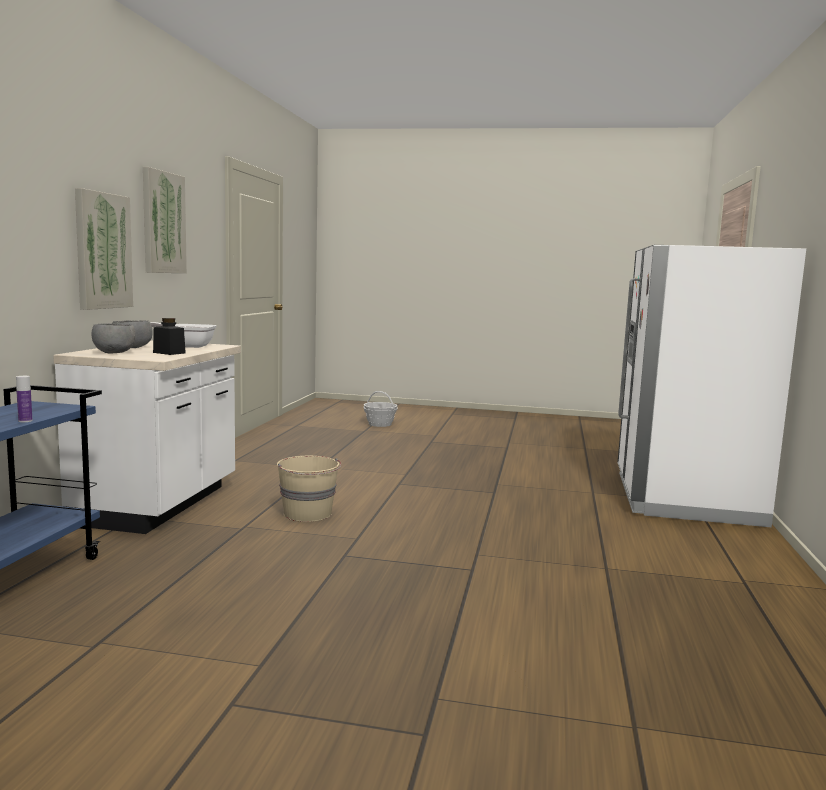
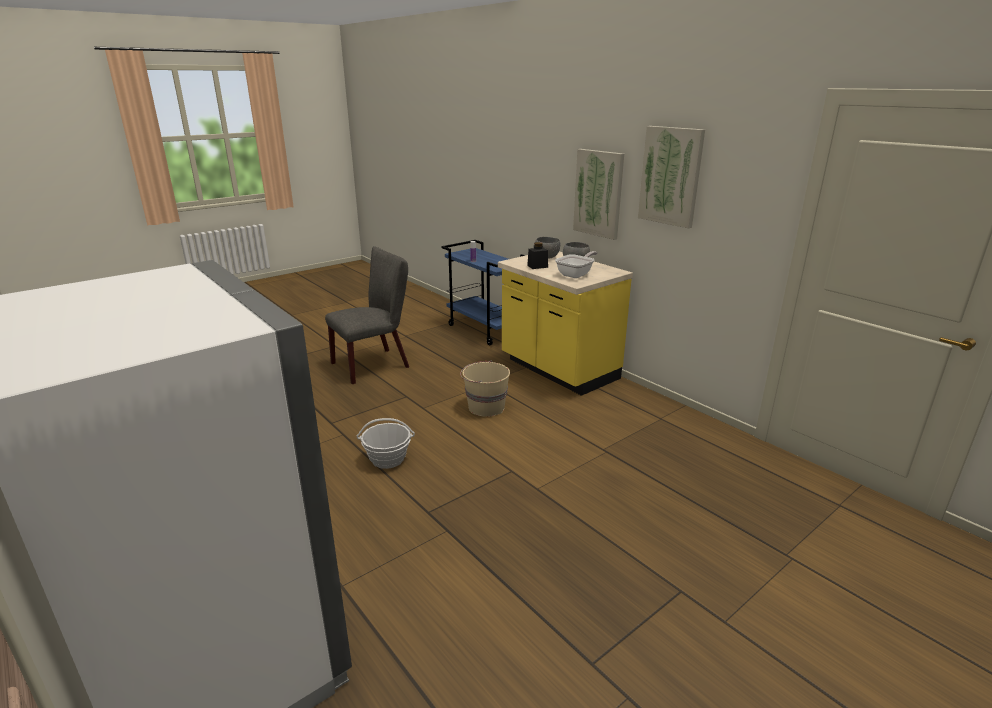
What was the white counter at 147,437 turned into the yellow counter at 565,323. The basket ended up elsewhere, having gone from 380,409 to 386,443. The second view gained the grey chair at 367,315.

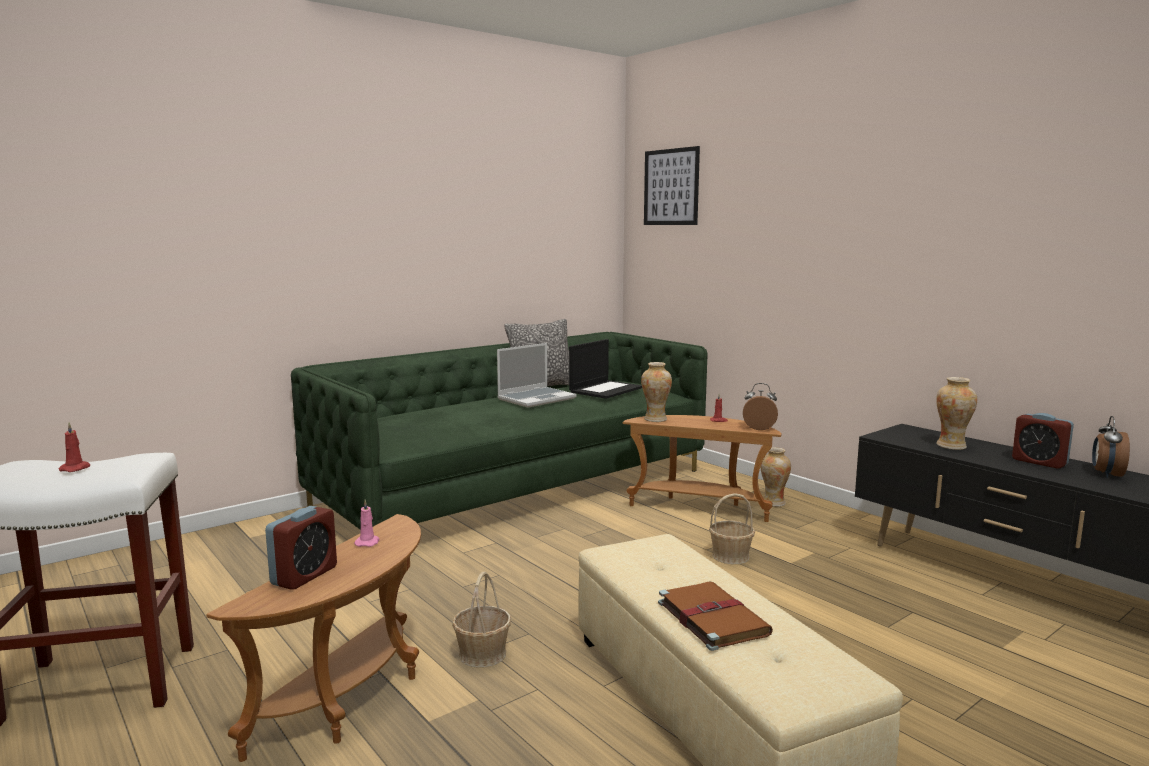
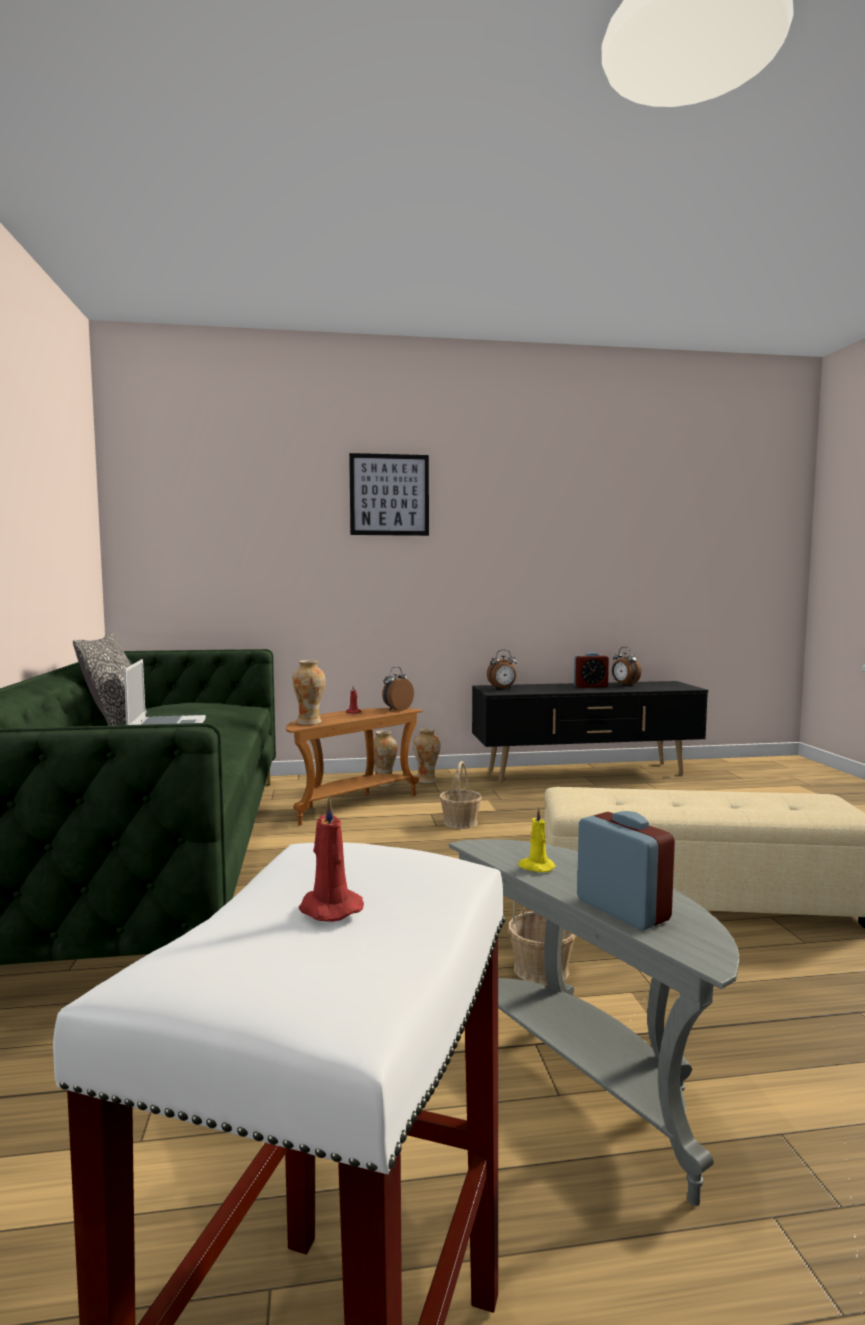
The wall picture ended up elsewhere, having gone from 672,185 to 389,494. The second view lost the laptop at 605,369. The decorative vase ended up elsewhere, having gone from 956,413 to 427,755. What was the pink-coloured wax candle at 367,523 turned into the yellow wax candle at 537,839. What was the brown-coloured accent table at 313,638 turned into the grey accent table at 594,1022. The second view lost the brown-coloured book at 715,616. The second view gained the bedside clock at 502,669.

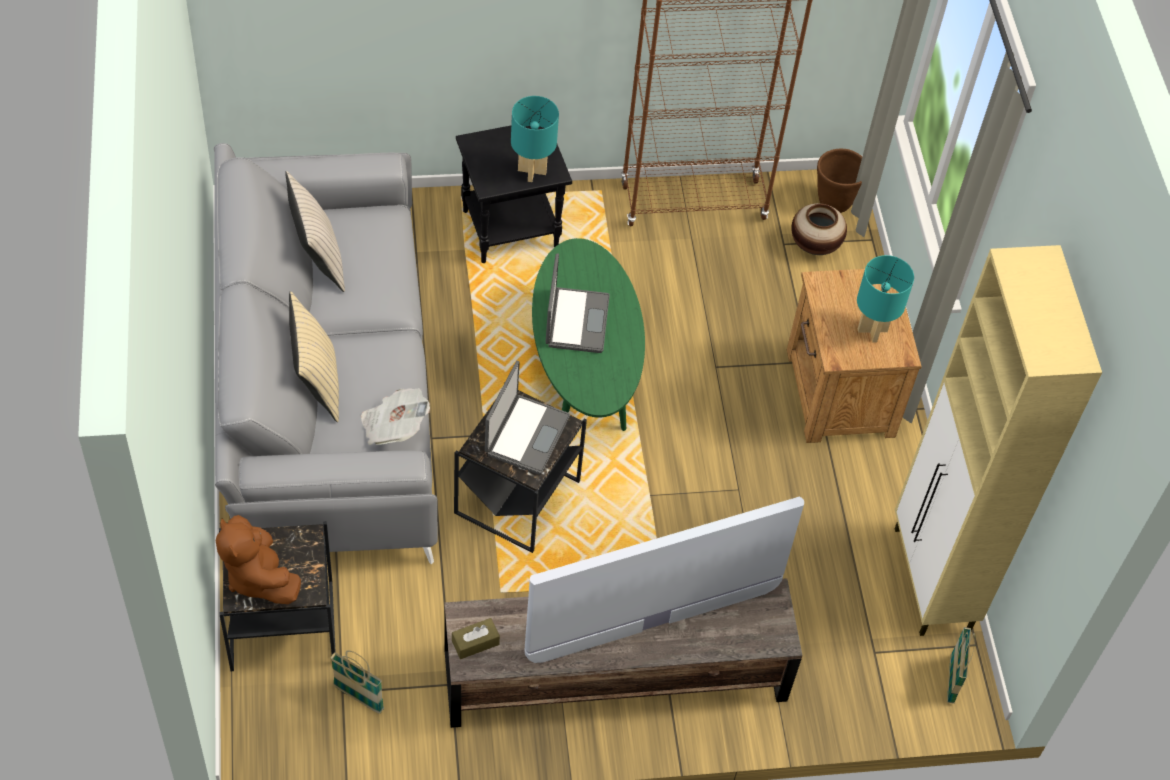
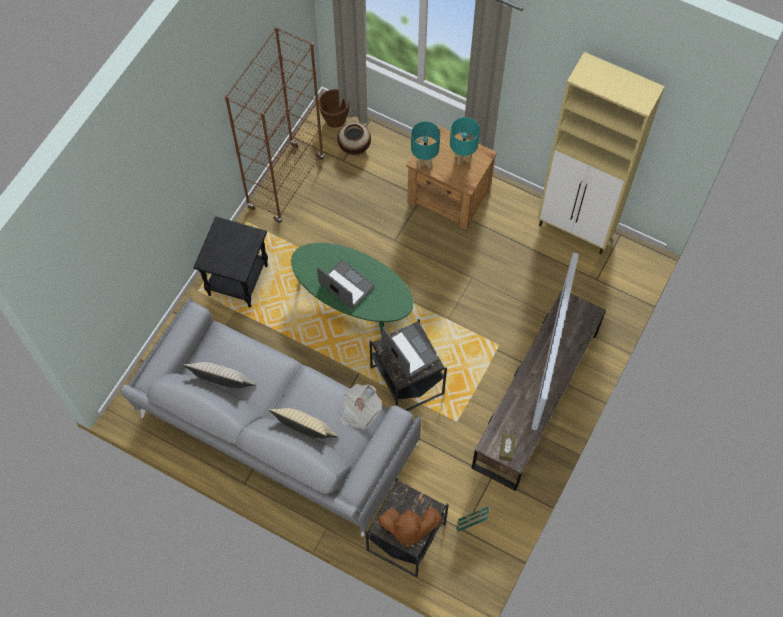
The turquoise-coloured table lamp ended up elsewhere, having gone from 535,139 to 425,145. The second view lost the basket at 961,665.

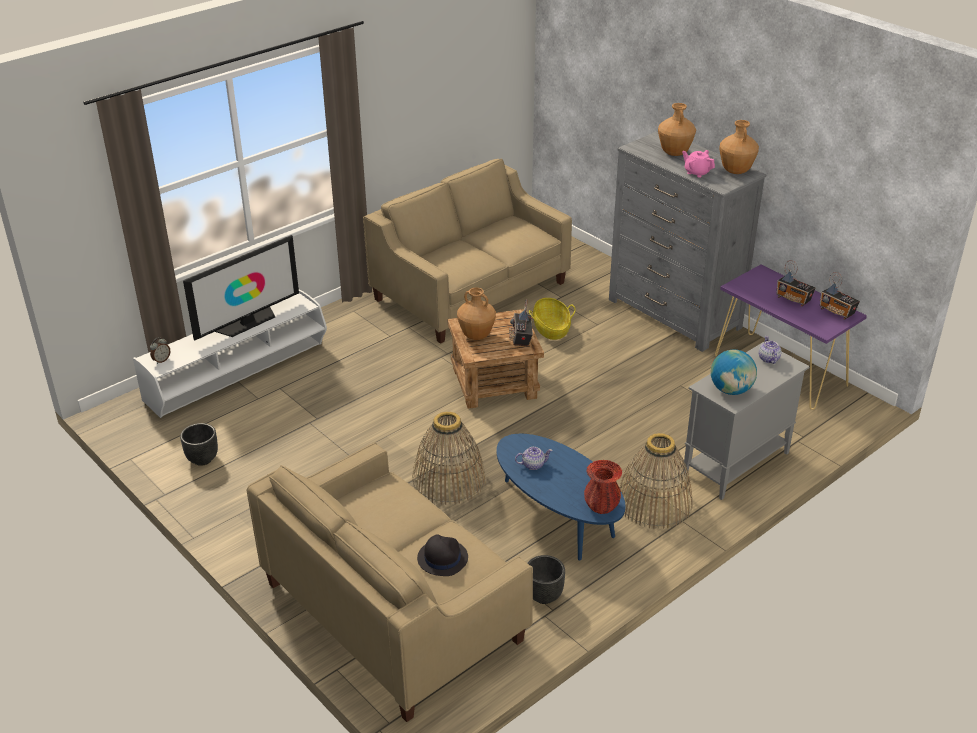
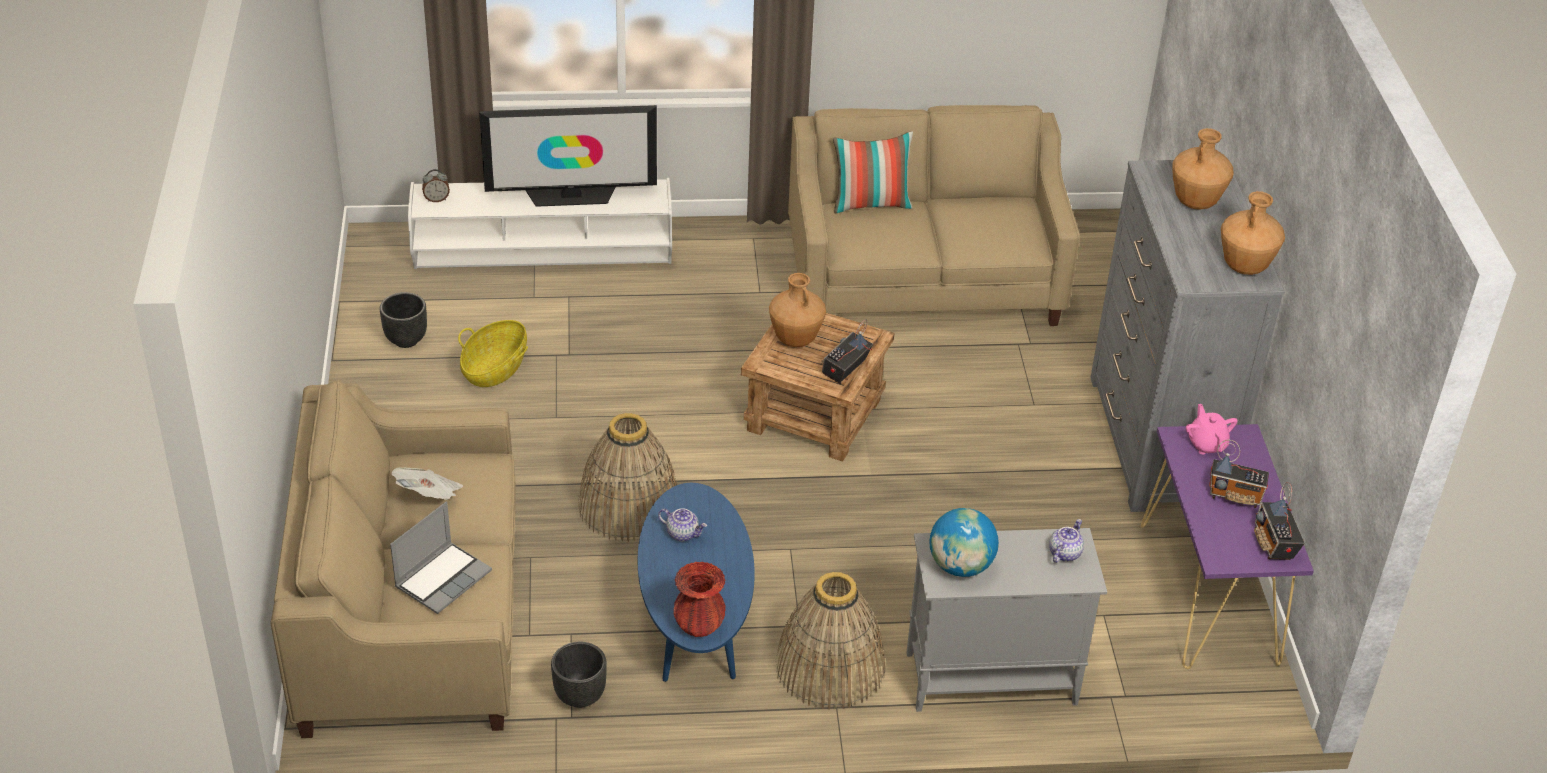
The pink-coloured tea pot ended up elsewhere, having gone from 698,164 to 1212,429. The radio at 796,283 ended up facing another way, 60 degrees counterclockwise from before. The basket ended up elsewhere, having gone from 552,319 to 493,353. Where the blackish hat stood at 442,555, the laptop came to stand at 441,557. The second view gained the pillow at 873,172. The second view gained the printed paper at 427,483.

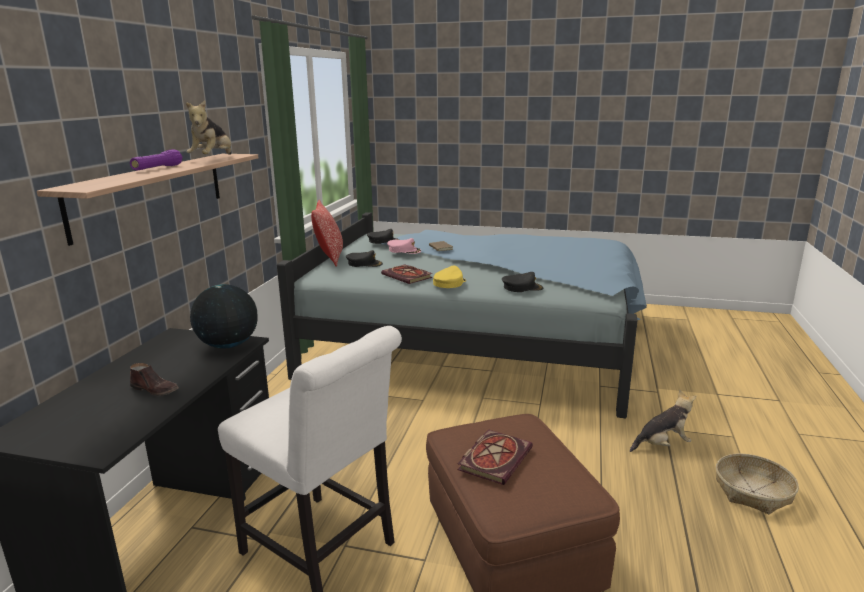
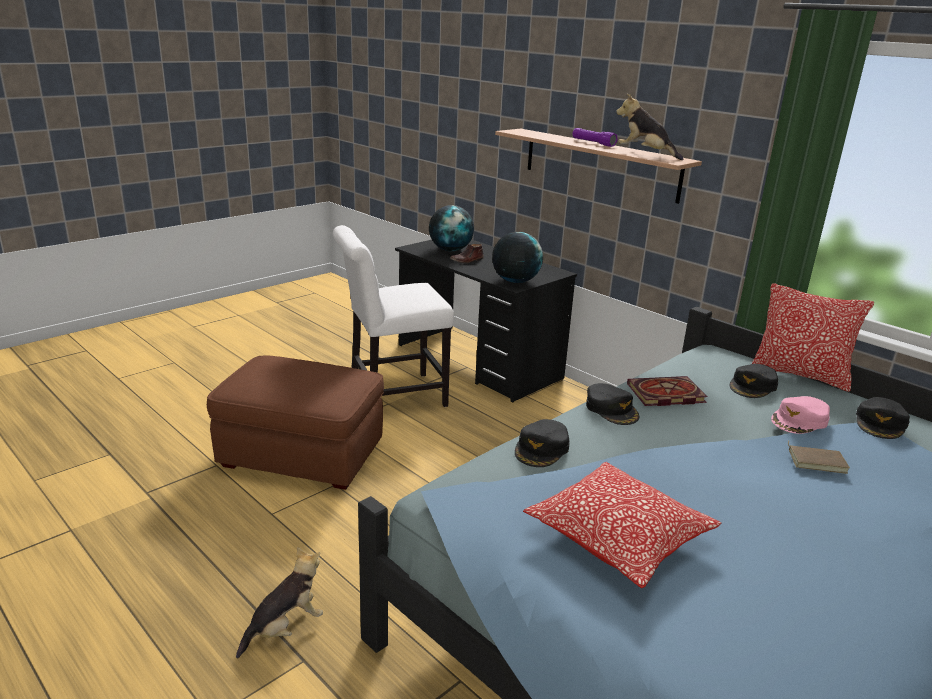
What was the yellow cap at 449,277 turned into the blackish cap at 612,404. The cuddly toy at 663,420 ended up facing another way, 150 degrees counterclockwise from before. The second view lost the book at 495,457. The second view lost the basket at 757,484. The second view gained the world globe at 451,228. The second view gained the pillow at 622,525.

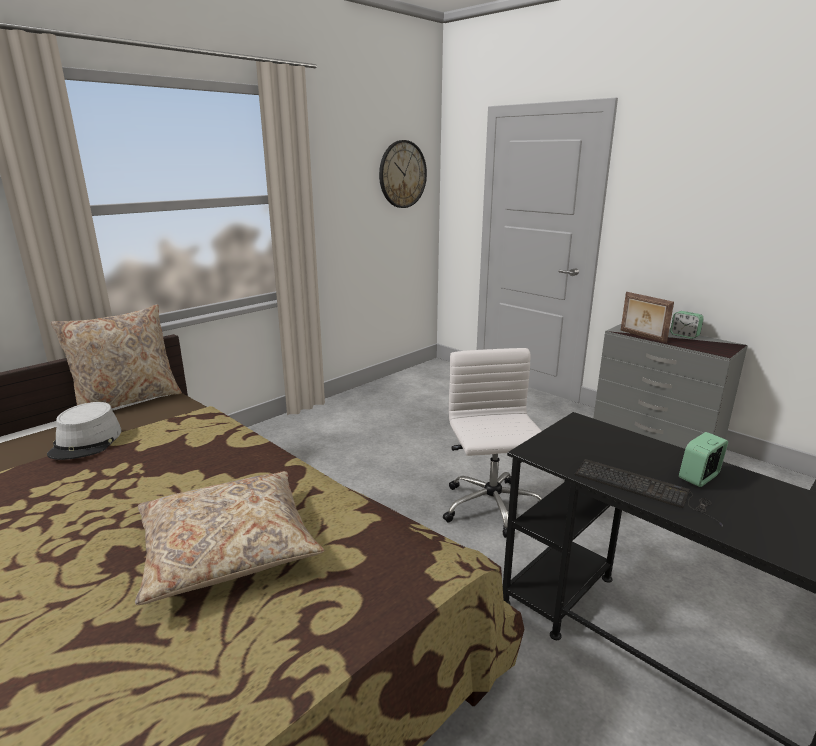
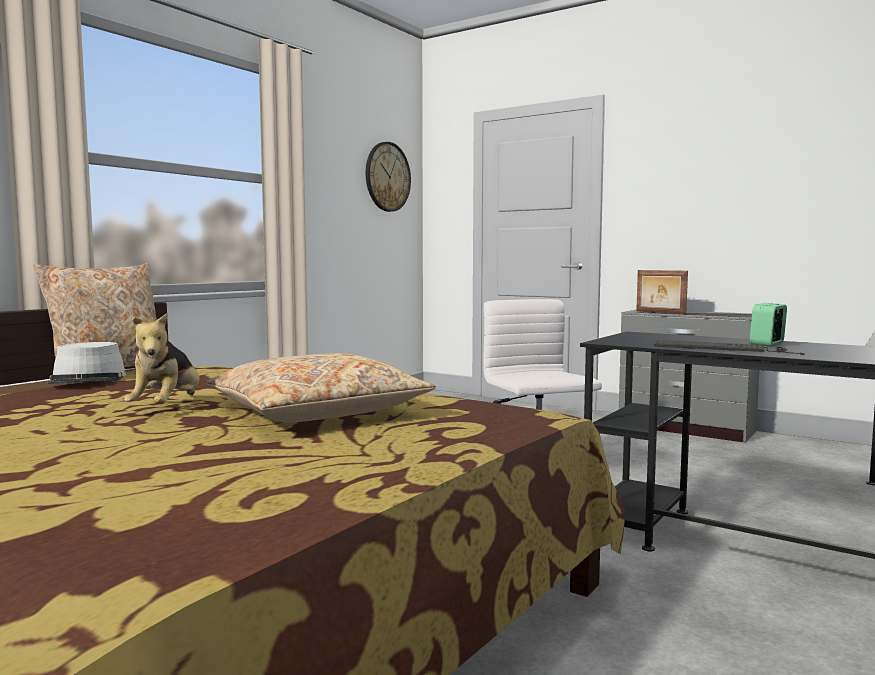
The second view lost the bedside clock at 687,325. The second view gained the cuddly toy at 162,358.

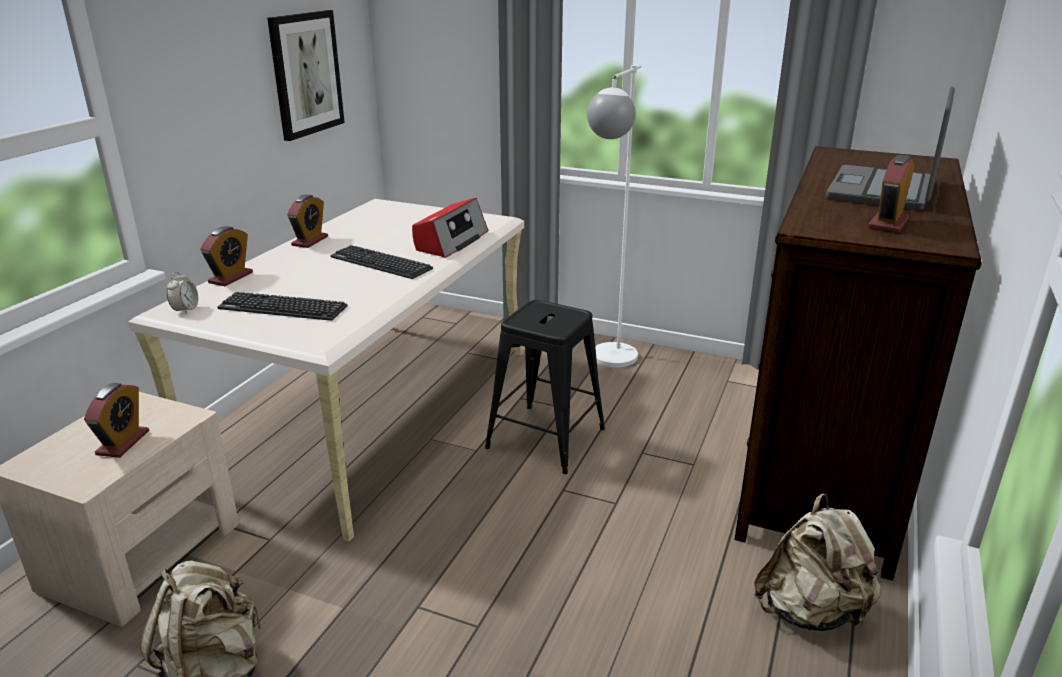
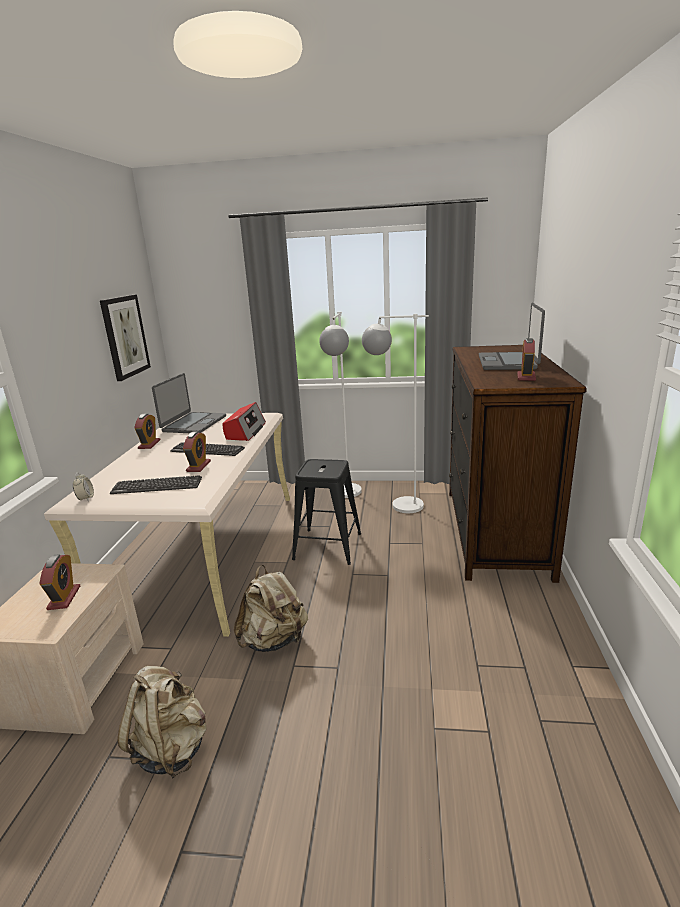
The bedside clock ended up elsewhere, having gone from 226,256 to 197,451. The beige rucksack ended up elsewhere, having gone from 817,562 to 271,608. The second view gained the white standing lamp at 395,413. The second view gained the laptop at 189,403.

